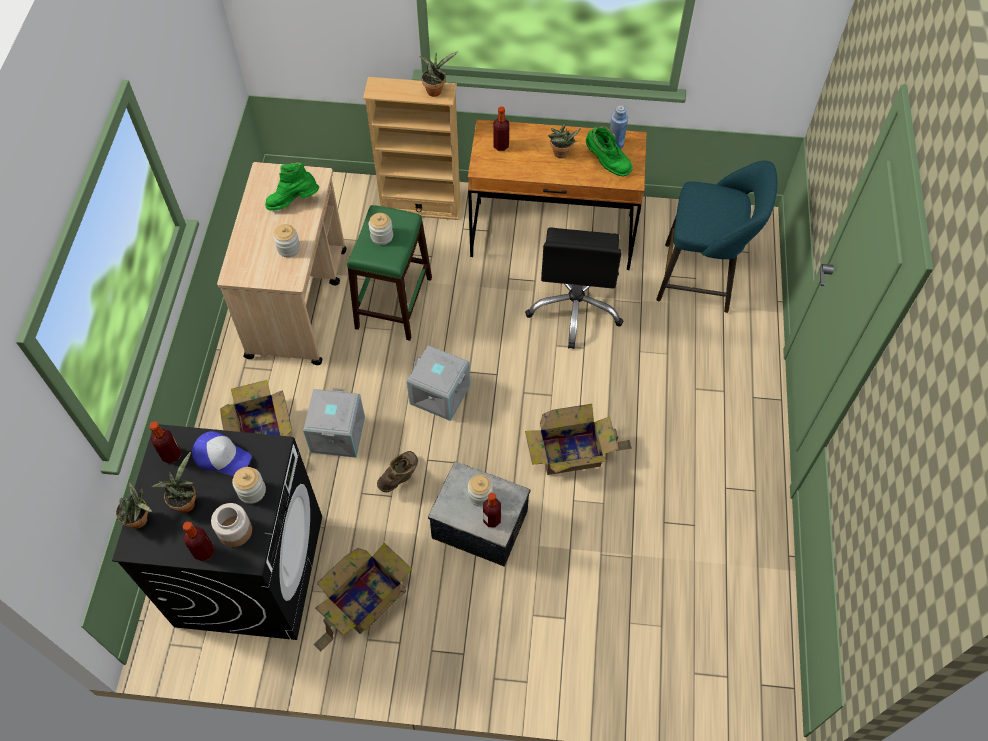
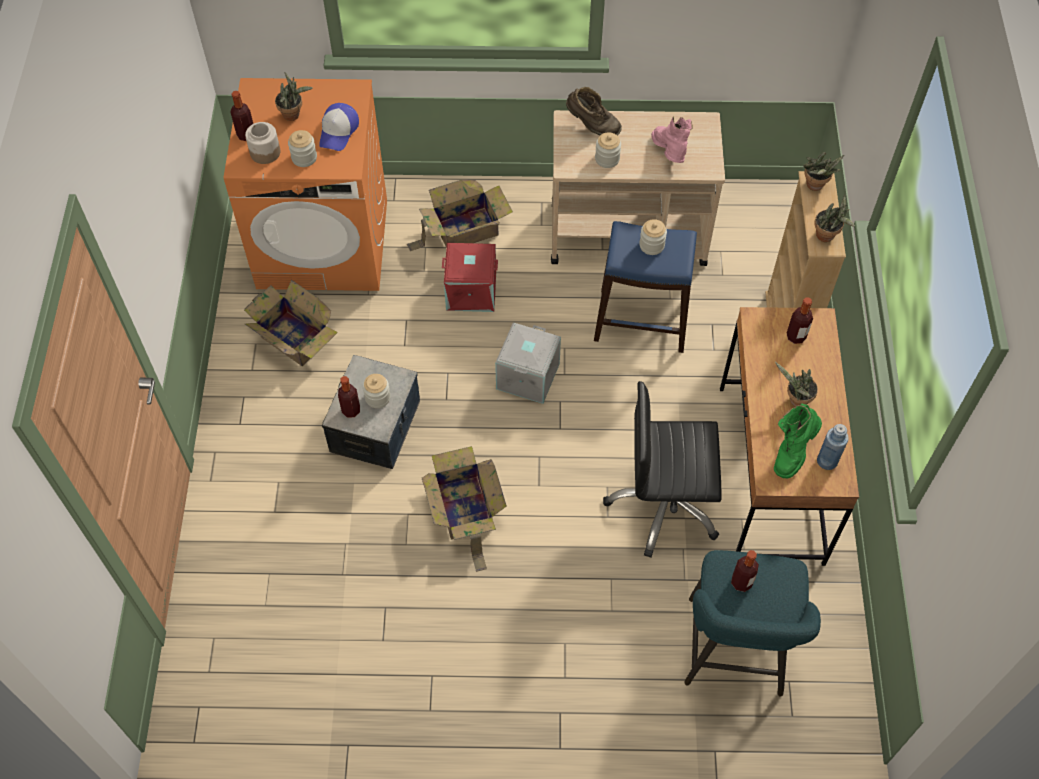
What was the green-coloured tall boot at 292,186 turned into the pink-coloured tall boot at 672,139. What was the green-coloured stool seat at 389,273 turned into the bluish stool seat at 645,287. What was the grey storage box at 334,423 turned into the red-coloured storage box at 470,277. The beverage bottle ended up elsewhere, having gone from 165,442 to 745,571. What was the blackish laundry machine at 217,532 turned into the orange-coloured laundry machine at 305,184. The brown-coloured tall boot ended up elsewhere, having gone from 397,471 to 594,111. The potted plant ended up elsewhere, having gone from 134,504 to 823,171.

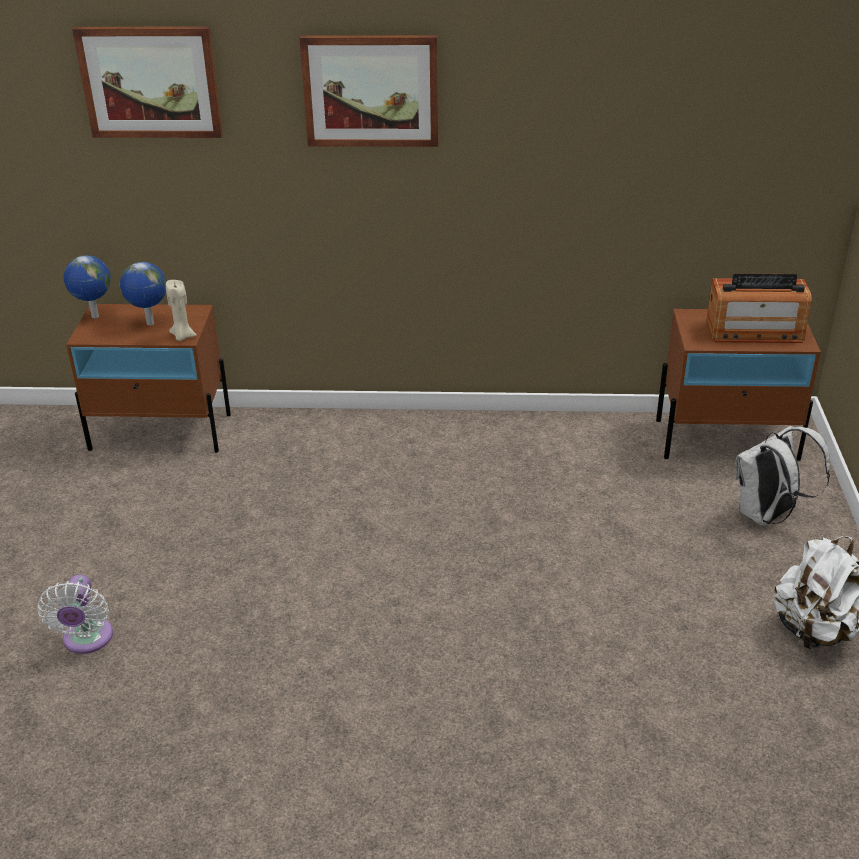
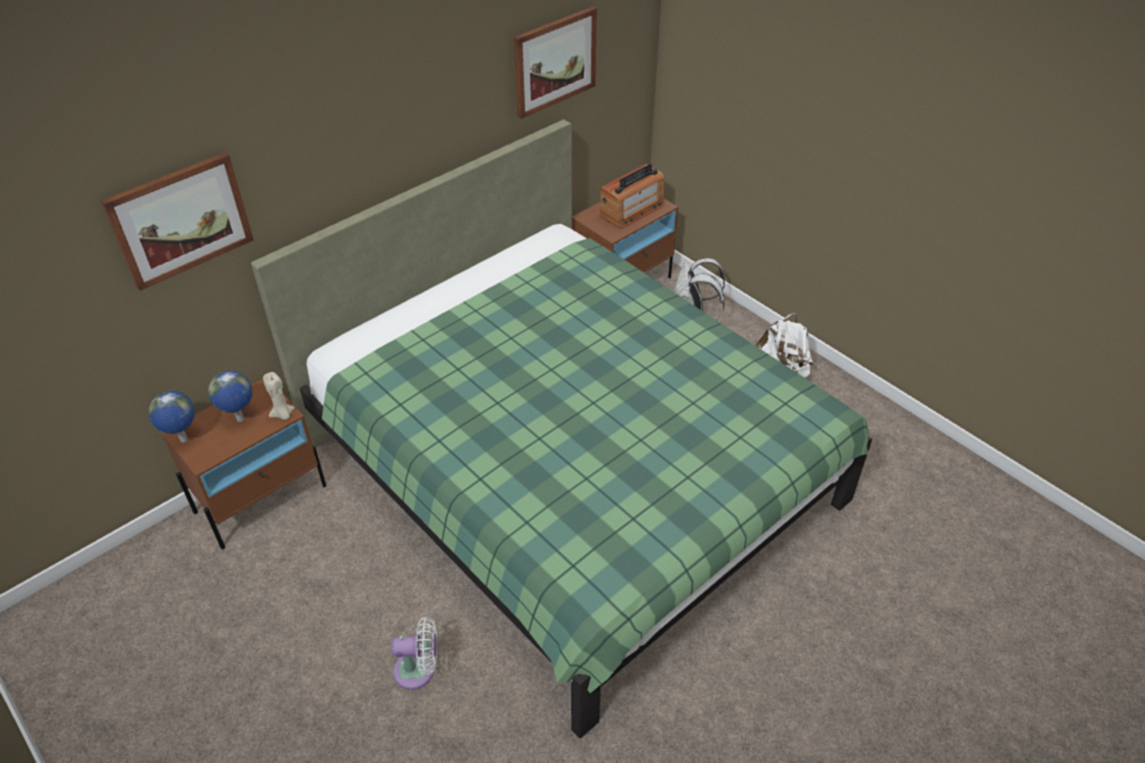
The wall picture ended up elsewhere, having gone from 368,91 to 555,62. The white electric fan at 75,614 ended up facing another way, 45 degrees counterclockwise from before. The second view gained the green-coloured bedroom bed at 561,428.

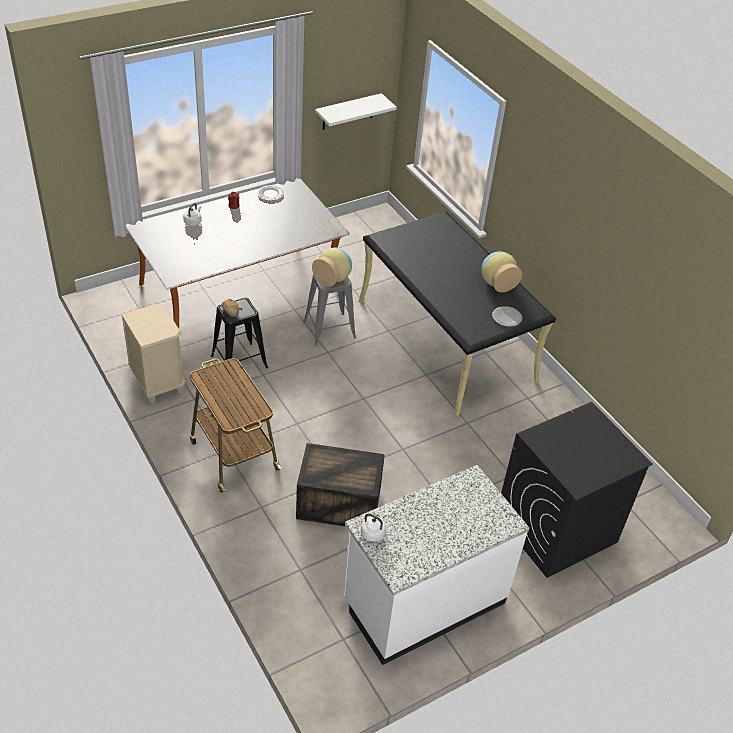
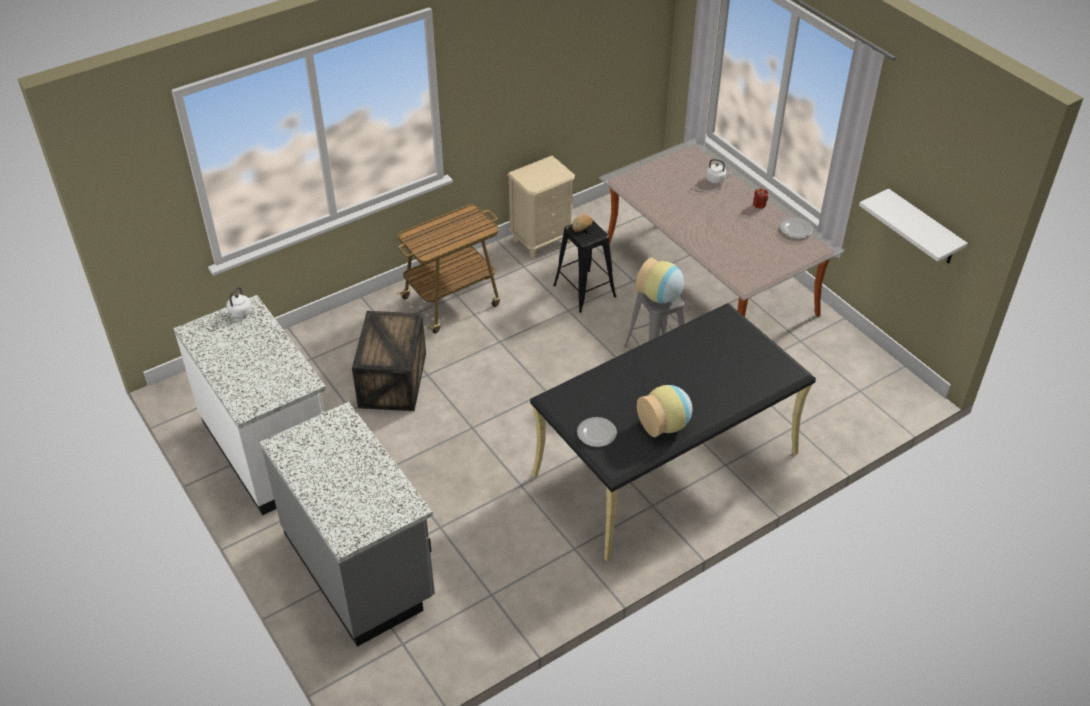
Where the blackish laundry machine stood at 577,490, the grey counter came to stand at 347,524.

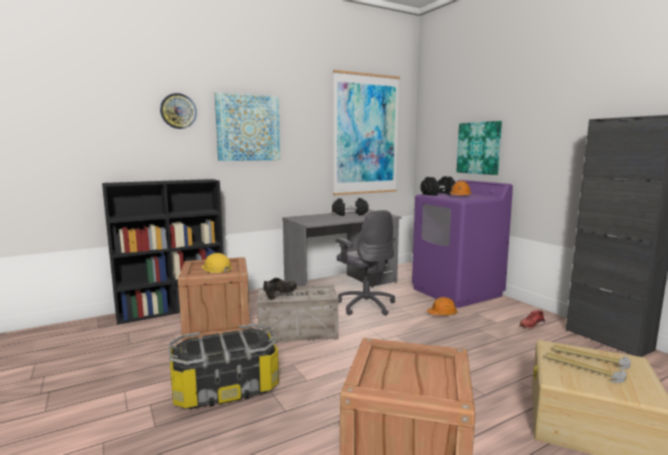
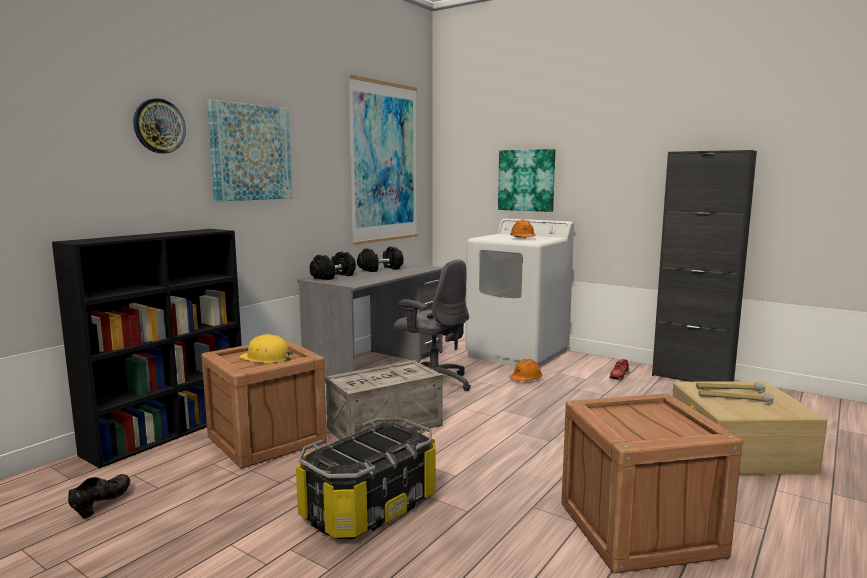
The blackish dumbbell ended up elsewhere, having gone from 438,186 to 333,266. What was the purplish laundry machine at 462,244 turned into the white laundry machine at 519,293. The blackish low shoe ended up elsewhere, having gone from 280,289 to 99,496.

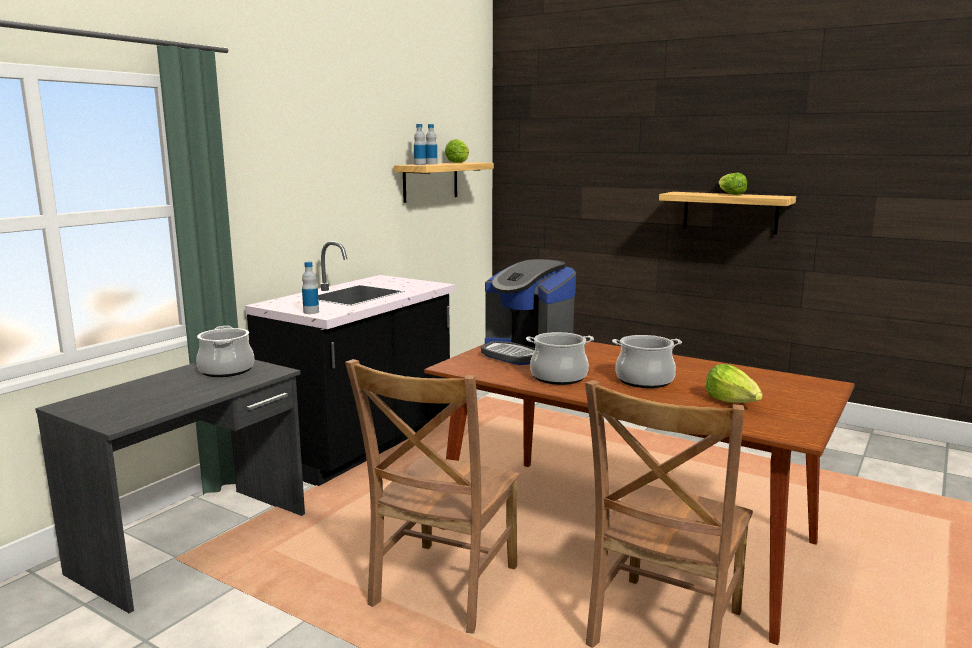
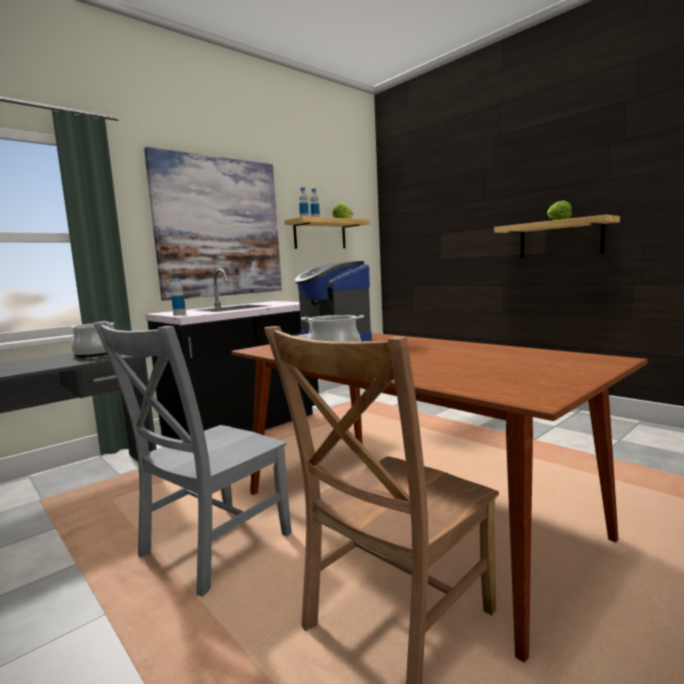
The second view lost the stockpot at 647,361. What was the brown-coloured chair at 432,496 turned into the grey chair at 192,459. The second view lost the lettuce head at 734,383. The second view gained the wall picture at 213,224.

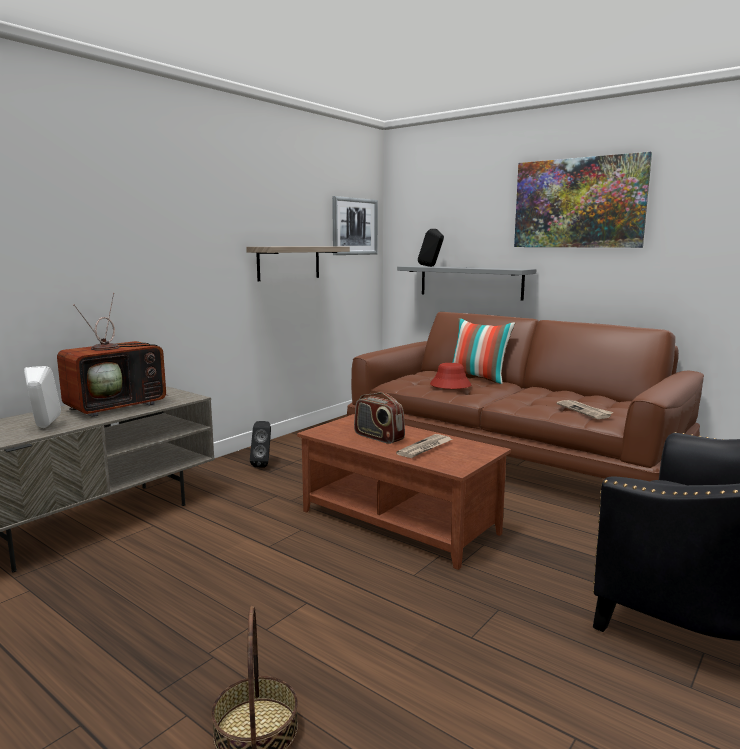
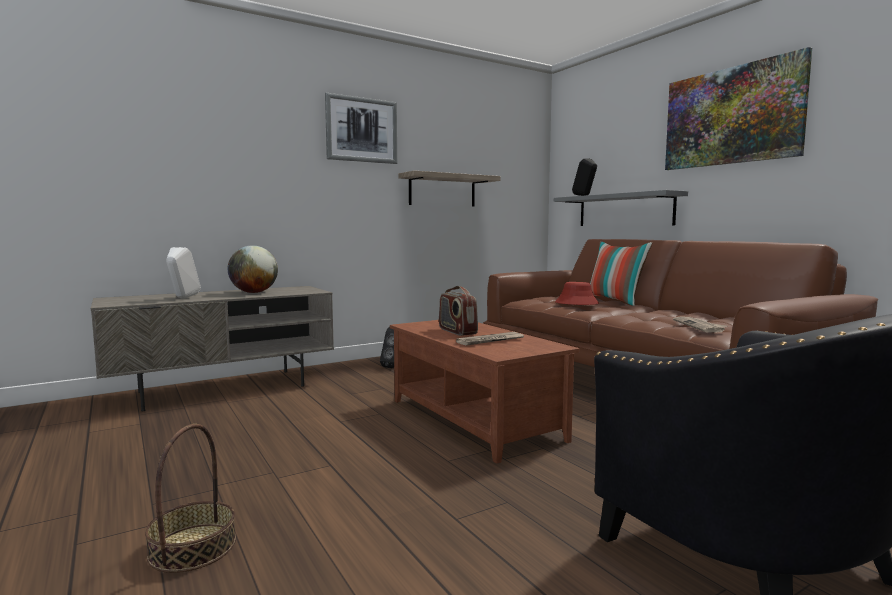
The wall picture ended up elsewhere, having gone from 355,225 to 361,128. Where the TV stood at 112,355, the world globe came to stand at 253,269.

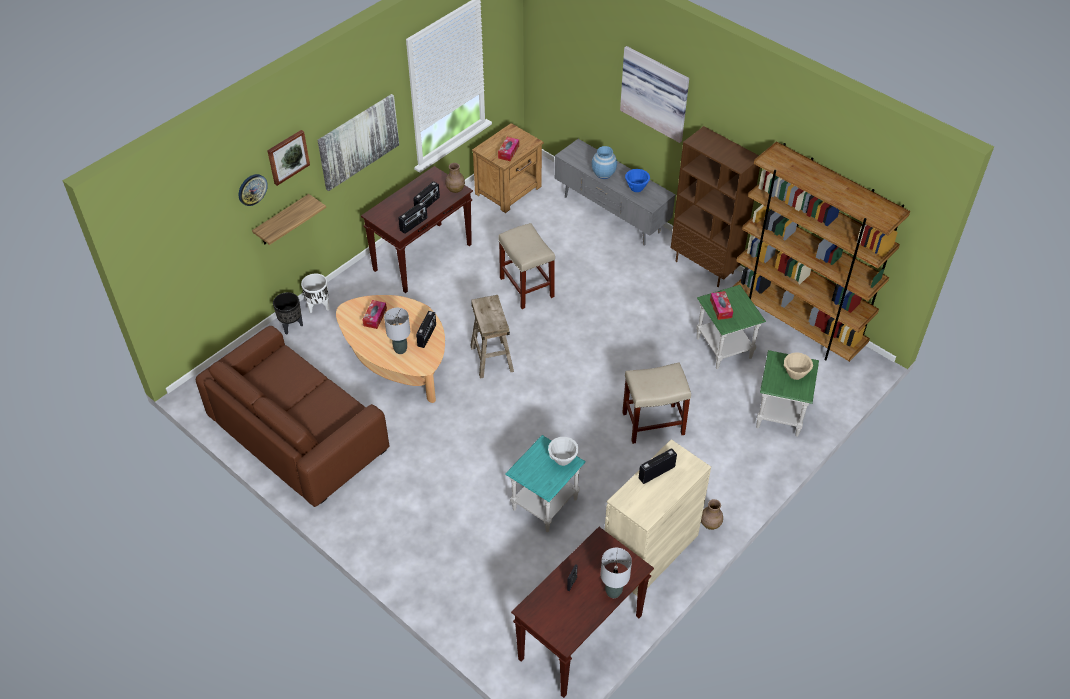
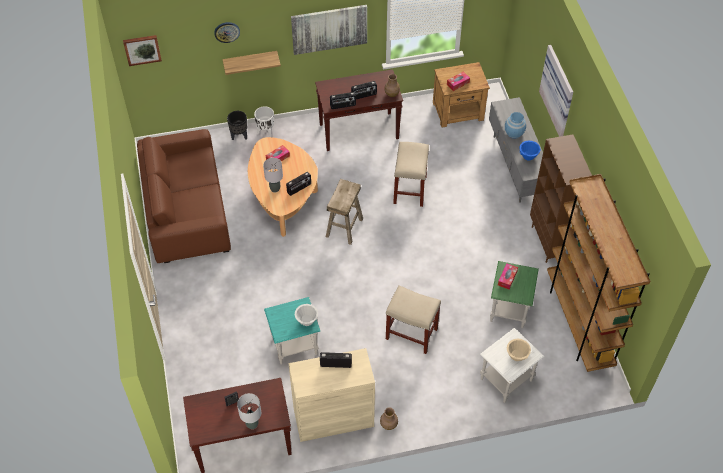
The wall picture ended up elsewhere, having gone from 288,158 to 142,50. What was the green-coloured accent table at 787,393 turned into the white accent table at 512,365.

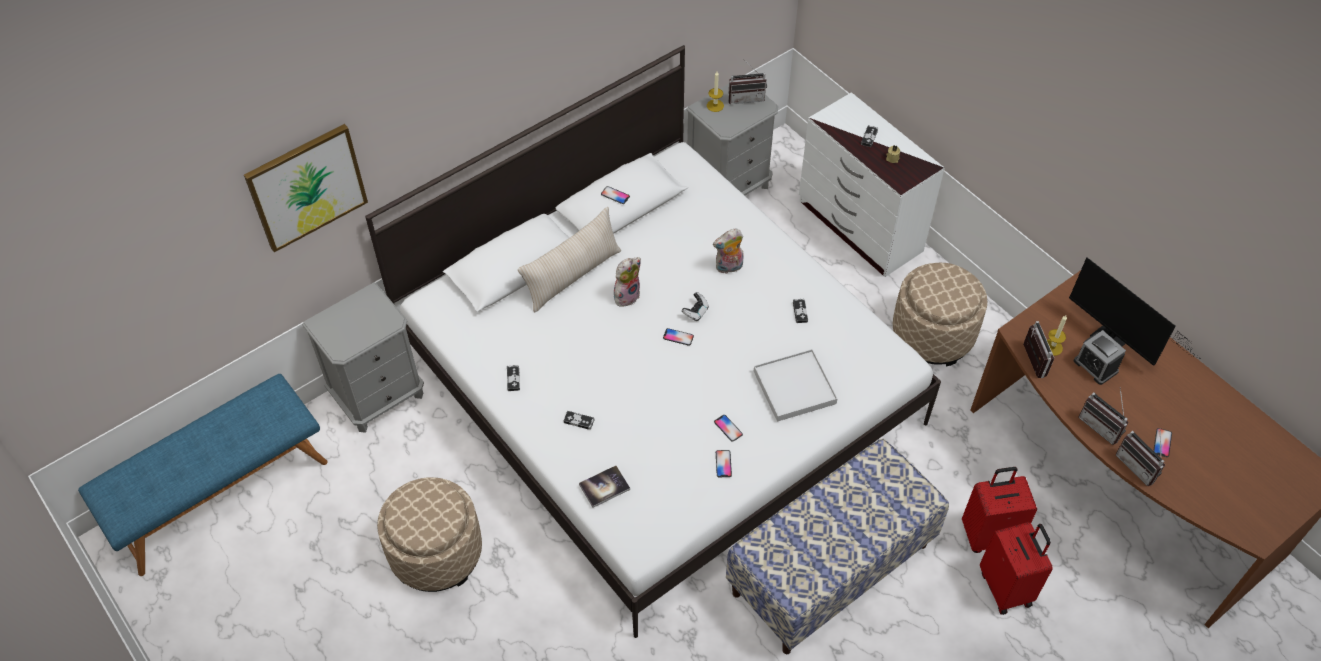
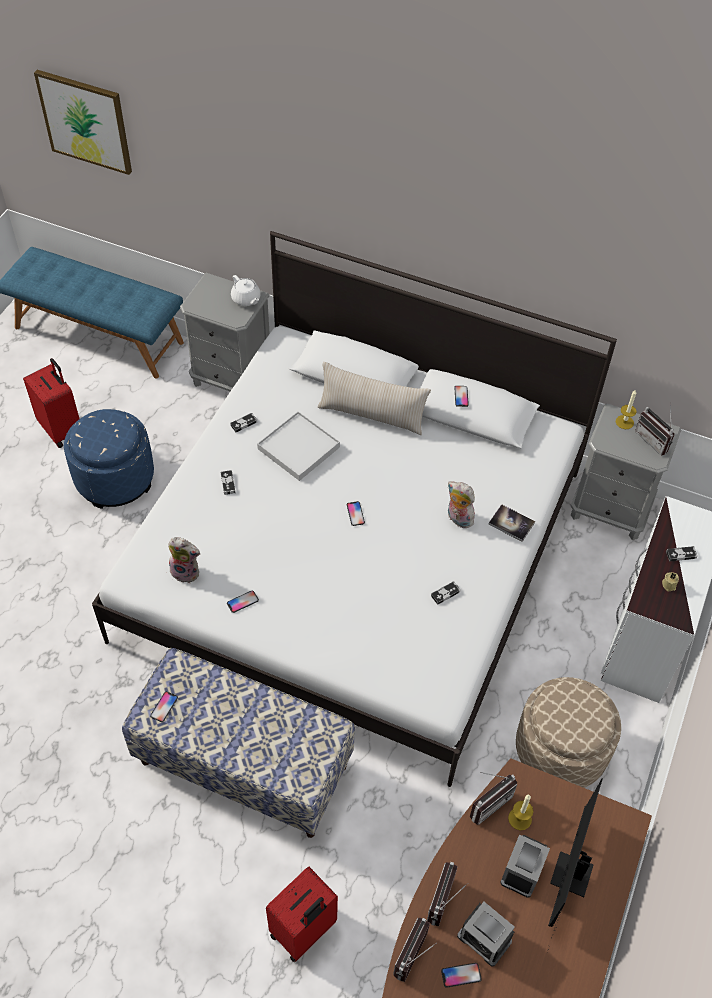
The wall picture ended up elsewhere, having gone from 306,188 to 83,122. The cuddly toy ended up elsewhere, having gone from 627,282 to 184,560. The second view lost the joypad at 695,306. The white tray ended up elsewhere, having gone from 796,385 to 298,446. The handset ended up elsewhere, having gone from 728,428 to 164,706. The book ended up elsewhere, having gone from 604,487 to 512,523. The red-coloured travel case ended up elsewhere, having gone from 999,510 to 51,403. What was the beige ottoman at 429,534 turned into the bluish ottoman at 109,459. The second view gained the white tea pot at 246,290. The second view gained the bedside clock at 485,934.

